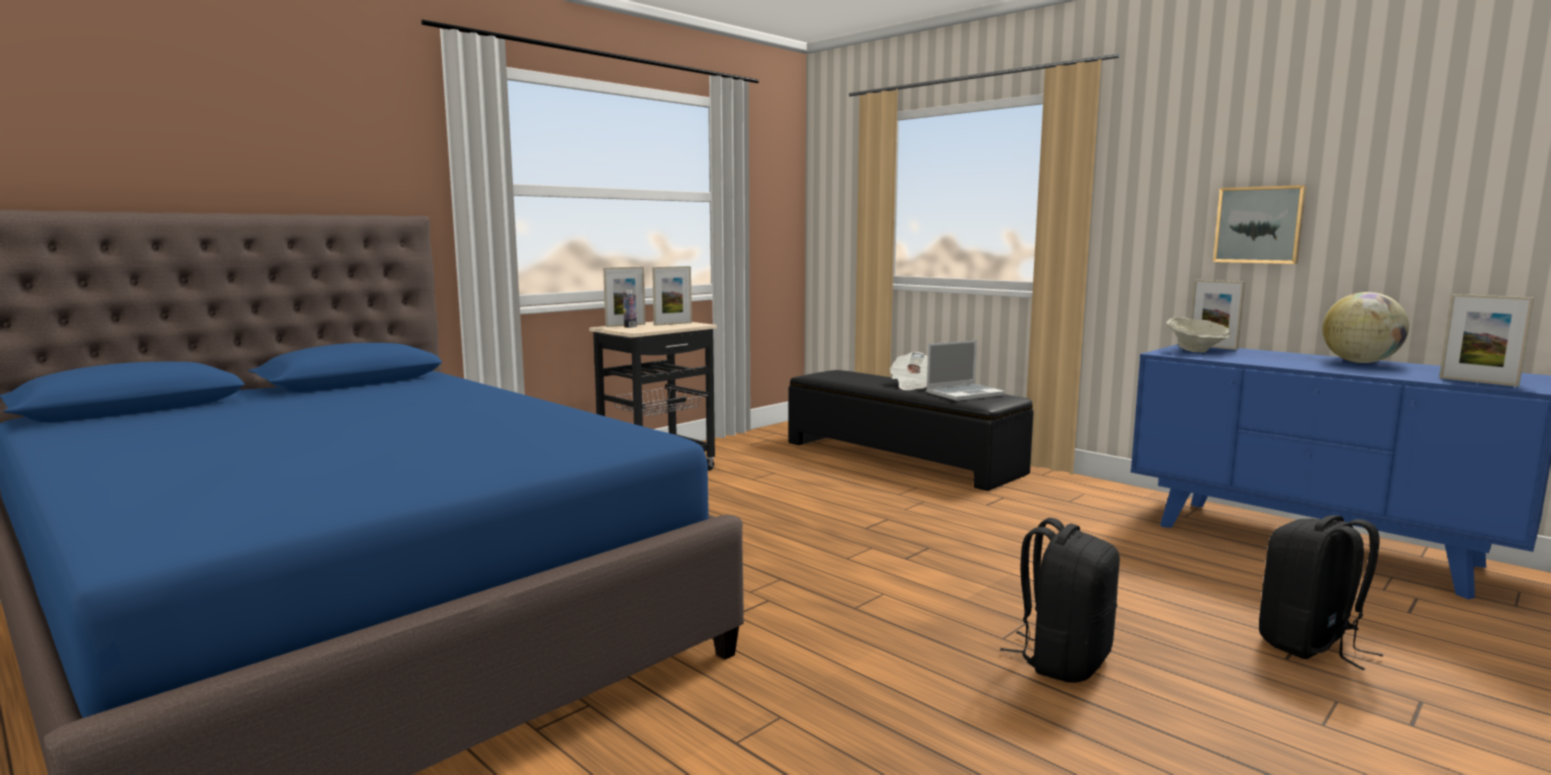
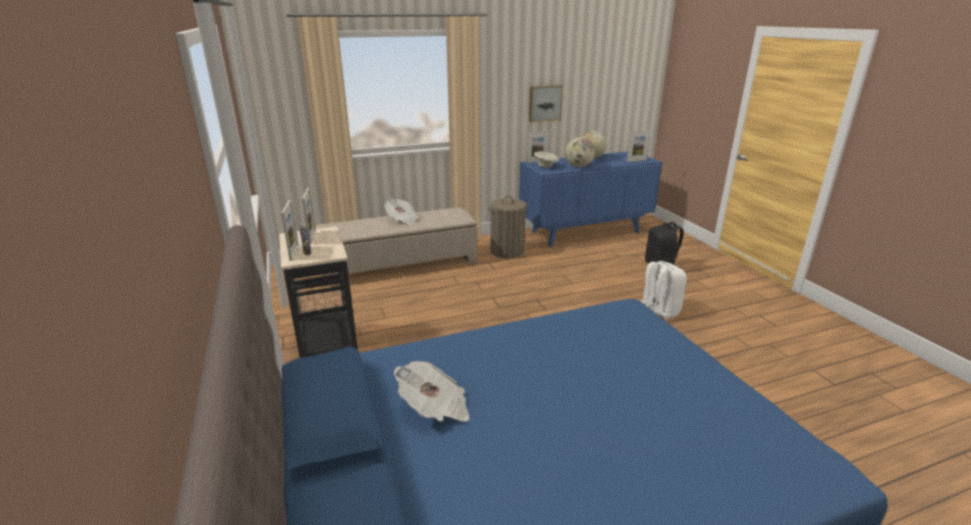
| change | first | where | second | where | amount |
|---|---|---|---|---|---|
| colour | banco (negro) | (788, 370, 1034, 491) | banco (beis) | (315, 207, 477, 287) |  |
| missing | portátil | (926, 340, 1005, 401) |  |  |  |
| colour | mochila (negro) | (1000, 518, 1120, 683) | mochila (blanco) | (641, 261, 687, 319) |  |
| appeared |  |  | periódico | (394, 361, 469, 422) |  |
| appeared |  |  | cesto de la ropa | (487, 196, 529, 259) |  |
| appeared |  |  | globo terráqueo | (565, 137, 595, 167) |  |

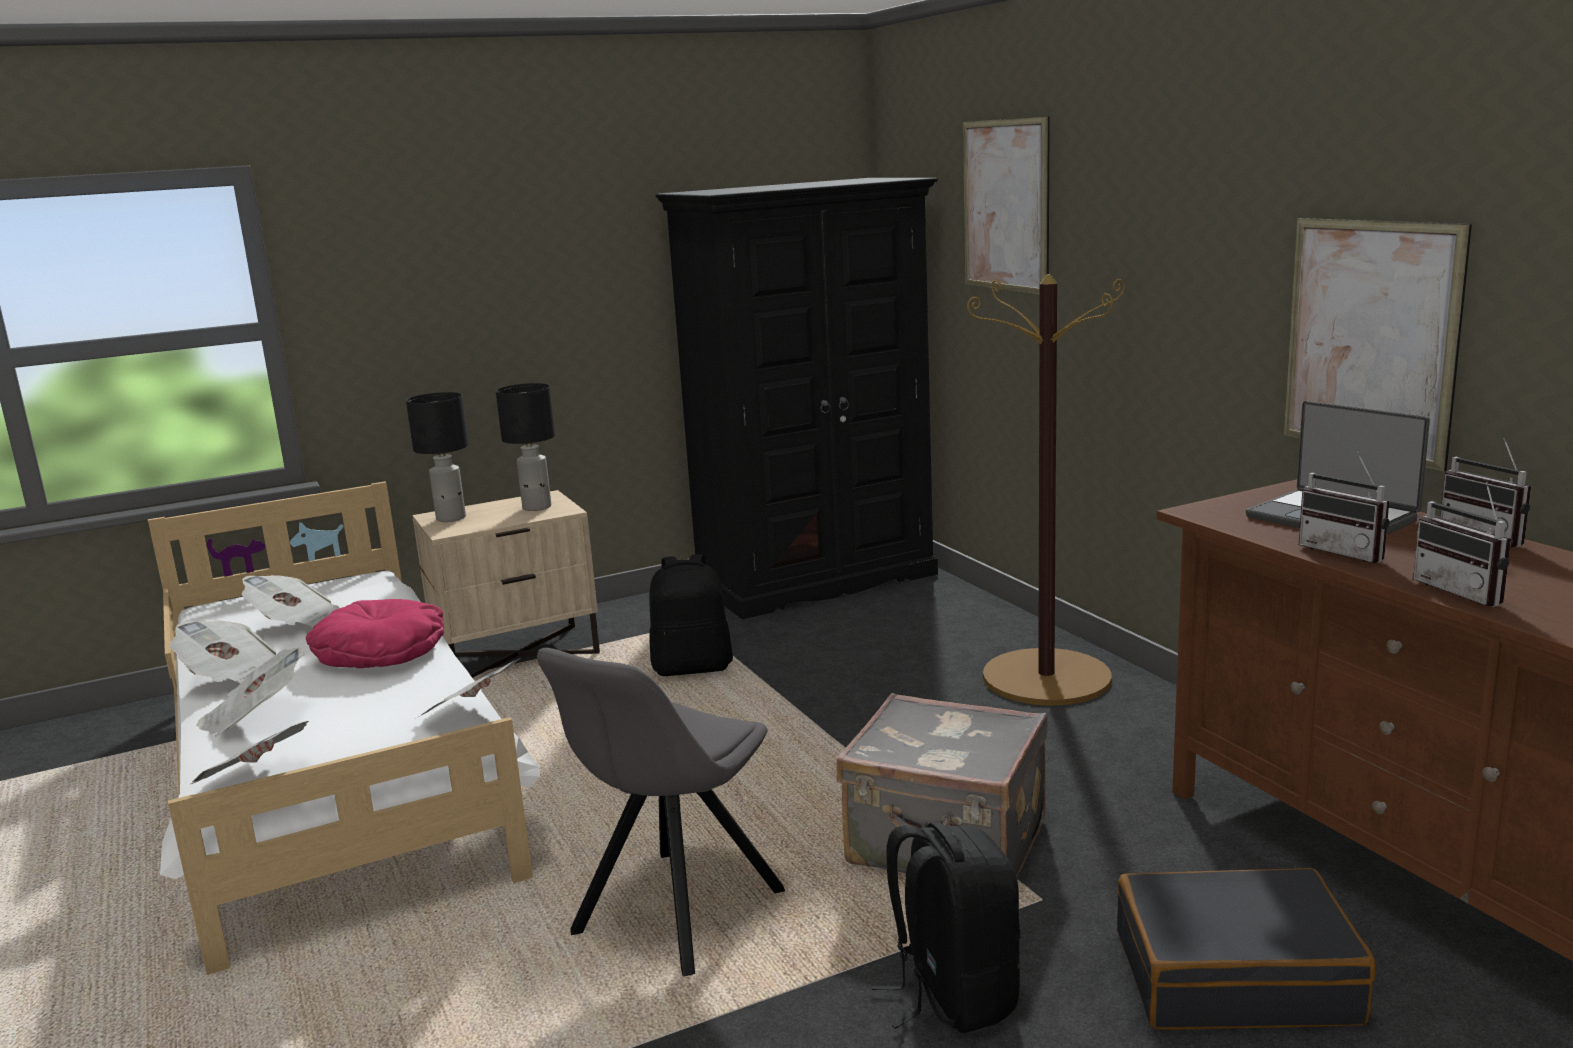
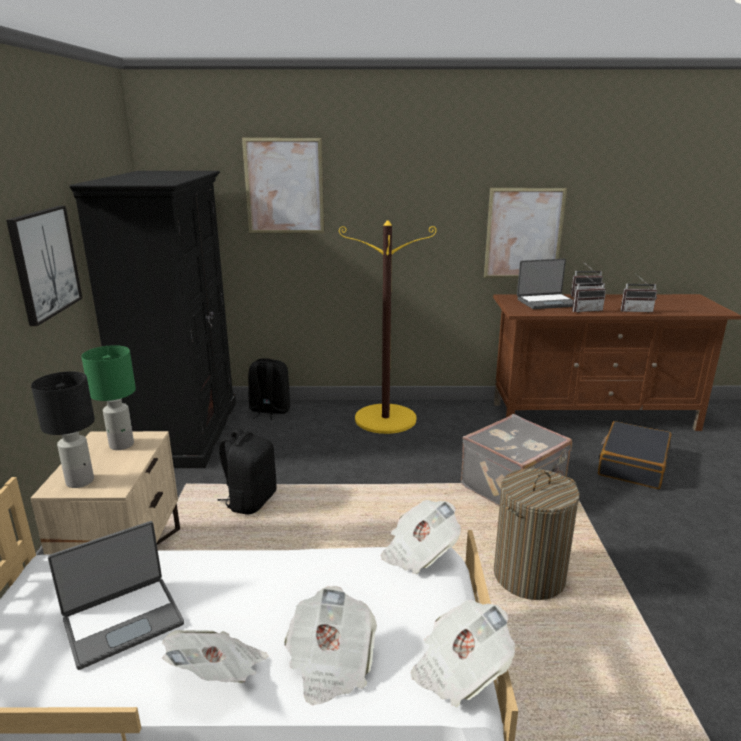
| change | first | where | second | where | amount |
|---|---|---|---|---|---|
| exchanged | periódico | (242, 575, 339, 627) | portátil | (48, 521, 184, 670) |  |
| missing | cojín (rosa) | (306, 599, 444, 668) |  |  |  |
| colour | lámpara de mesa (negro) | (496, 383, 555, 511) | lámpara de mesa (verde) | (81, 345, 136, 450) |  |
| exchanged | silla (gris) | (537, 648, 785, 976) | cesto de la ropa | (494, 468, 580, 600) |  |
| relocated | mochila (negro) | (872, 822, 1020, 1033) |  | (248, 358, 290, 420) |  |
| colour | perchero (marrón) | (967, 274, 1125, 706) | perchero (amarillo) | (339, 220, 437, 434) |  |
| appeared |  |  | cuadro | (6, 206, 83, 326) |  |

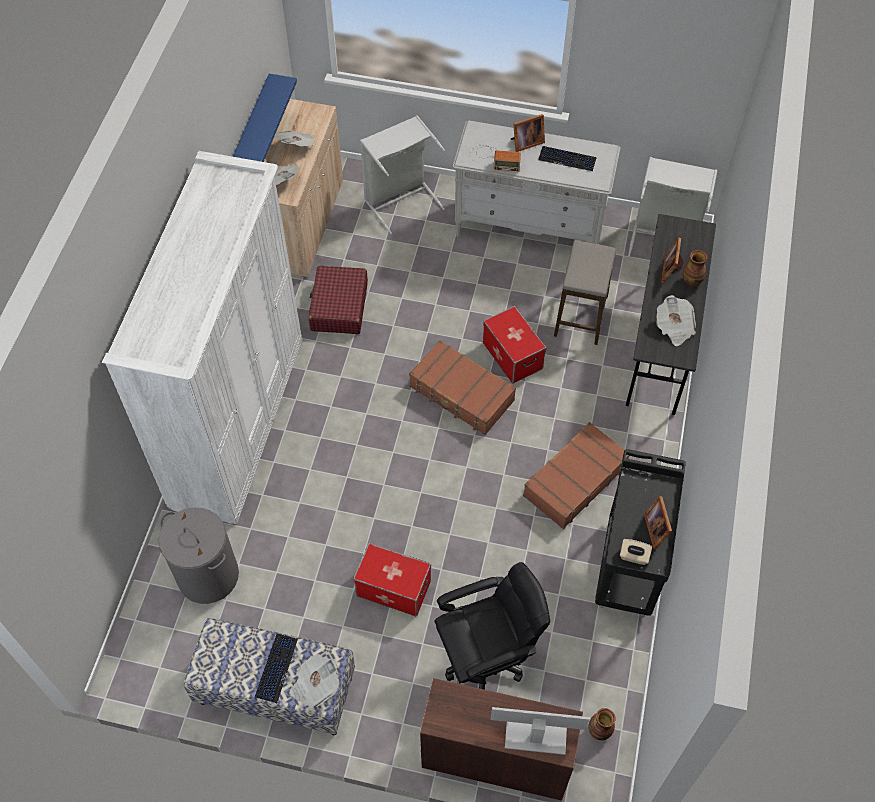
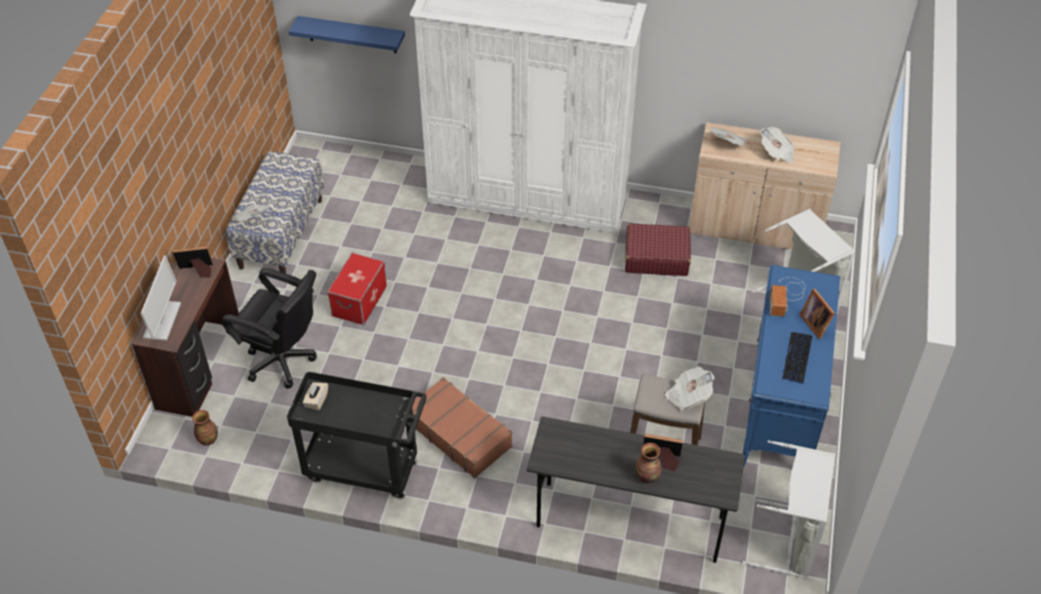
| change | first | where | second | where | amount |
|---|---|---|---|---|---|
| missing | cesto de la ropa (gris) | (159, 507, 239, 604) |  |  |  |
| relocated | estante (azul) | (233, 74, 297, 162) |  | (288, 16, 405, 53) |  |
| missing | teclado | (255, 634, 298, 703) |  |  |  |
| missing | maleta (marrón) | (409, 340, 516, 435) |  |  |  |
| spun | silla de oficina (negro) | (435, 562, 550, 690) |  | (222, 268, 317, 389) | 45 degrees counterclockwise |
| colour | cómoda (blanco) | (453, 120, 621, 244) | cómoda (azul) | (743, 265, 840, 466) |  |
| missing | caja de almacenaje | (483, 306, 547, 384) |  |  |  |
| relocated | portarretratos | (644, 496, 672, 549) |  | (172, 246, 213, 278) |  |
| relocated | periódico | (656, 295, 696, 346) |  | (665, 367, 715, 411) |  |

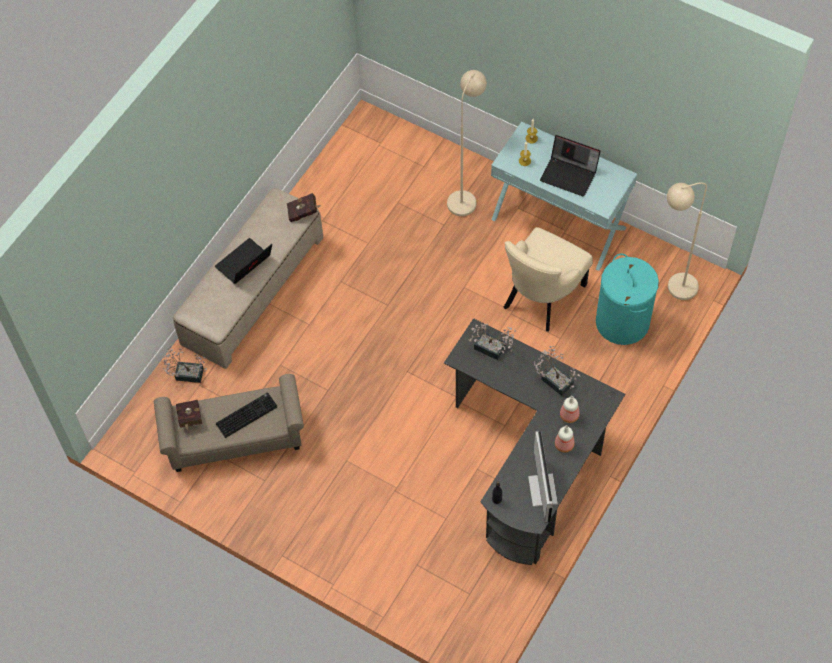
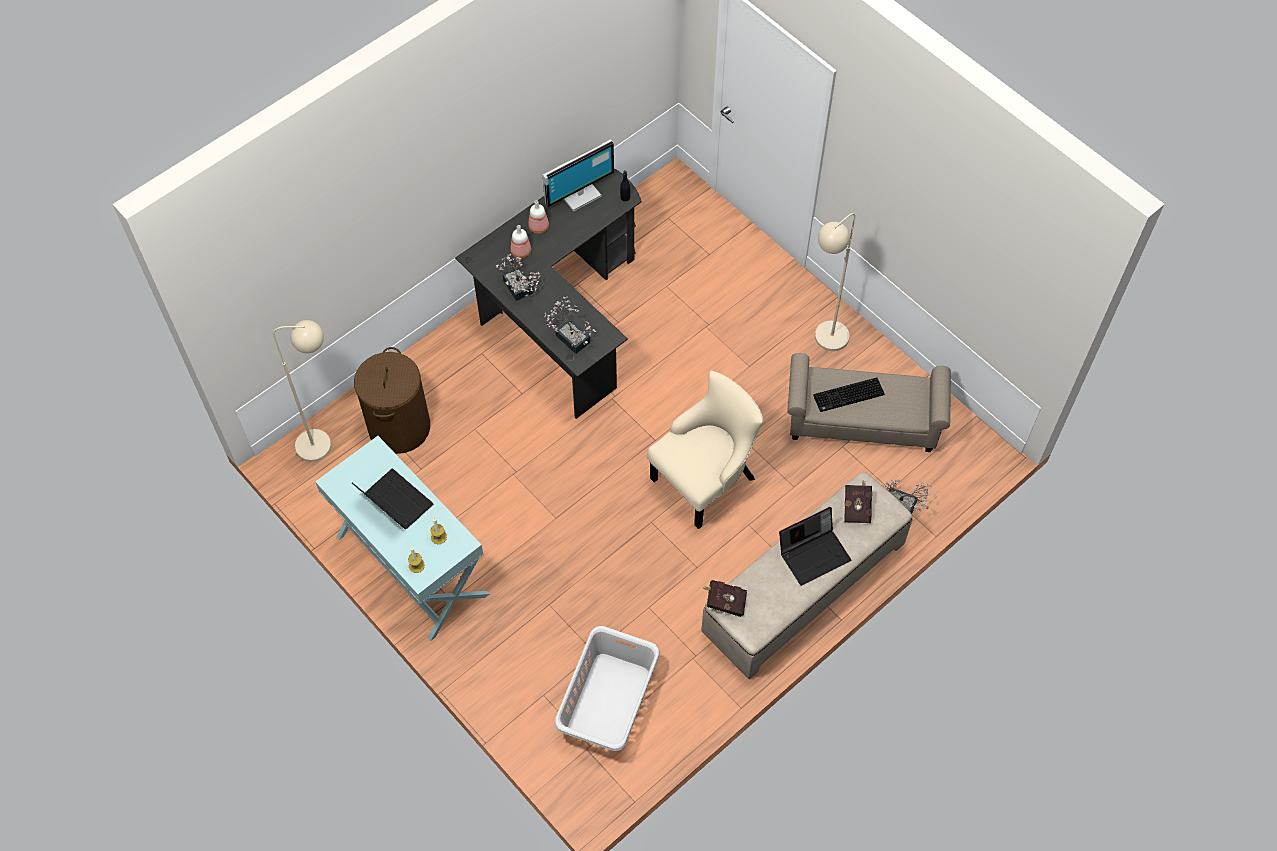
| change | first | where | second | where | amount |
|---|---|---|---|---|---|
| relocated | libro (rojo) | (176, 400, 202, 430) |  | (844, 479, 872, 523) |  |
| relocated | lámpara de pie (beis) | (447, 70, 487, 216) |  | (815, 213, 855, 351) |  |
| relocated | silla (beis) | (504, 227, 593, 331) |  | (646, 371, 763, 529) |  |
| spun | monitor | (528, 431, 558, 522) |  | (543, 139, 614, 212) | 135 degrees counterclockwise |
| colour | cesto de la ropa (turquesa) | (596, 253, 659, 345) | cesto de la ropa (marrón) | (354, 347, 430, 454) |  |
| appeared |  |  | cesto de la ropa (gris) | (554, 626, 660, 751) |  |

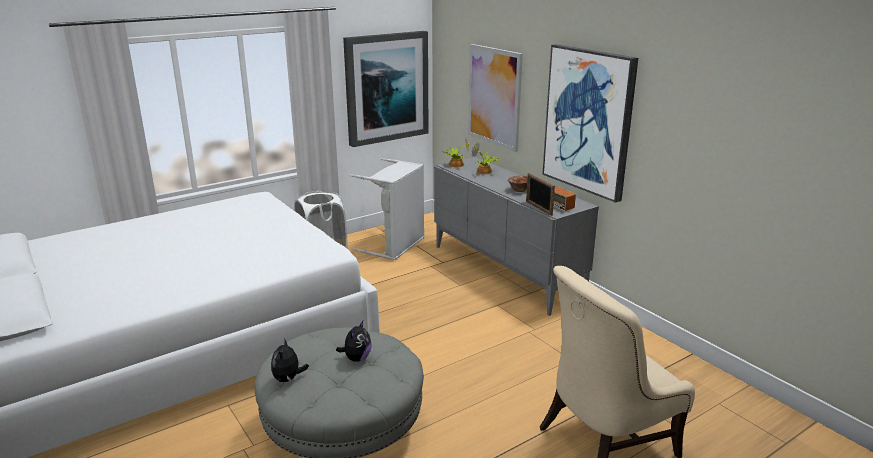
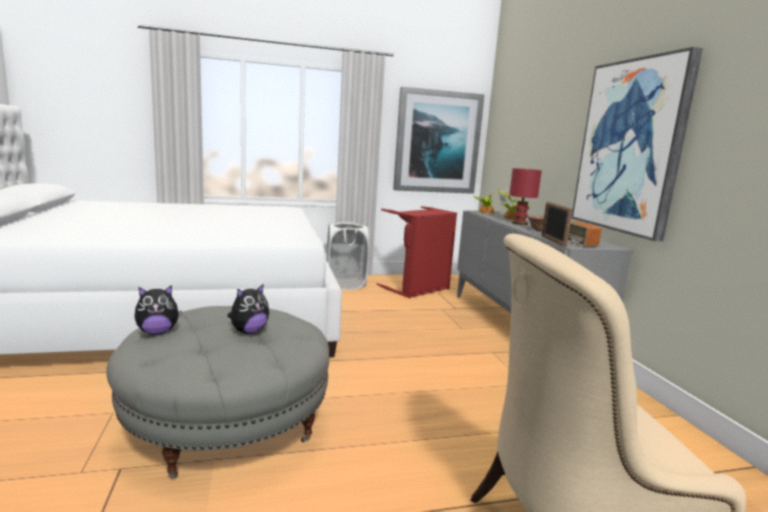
| change | first | where | second | where | amount |
|---|---|---|---|---|---|
| spun | peluche | (271, 338, 309, 382) |  | (134, 285, 182, 335) | 135 degrees counterclockwise |
| colour | cesto de la ropa (gris) | (349, 158, 424, 260) | cesto de la ropa (rojo) | (377, 206, 457, 298) |  |
| missing | cuadro | (468, 44, 523, 152) |  |  |  |
| appeared |  |  | lámpara de mesa (rojo) | (509, 168, 542, 225) |  |

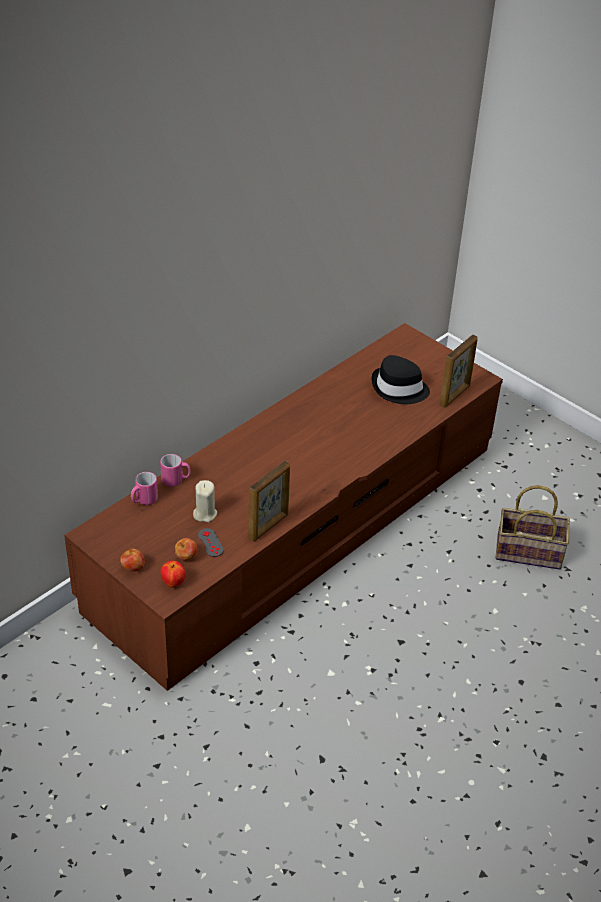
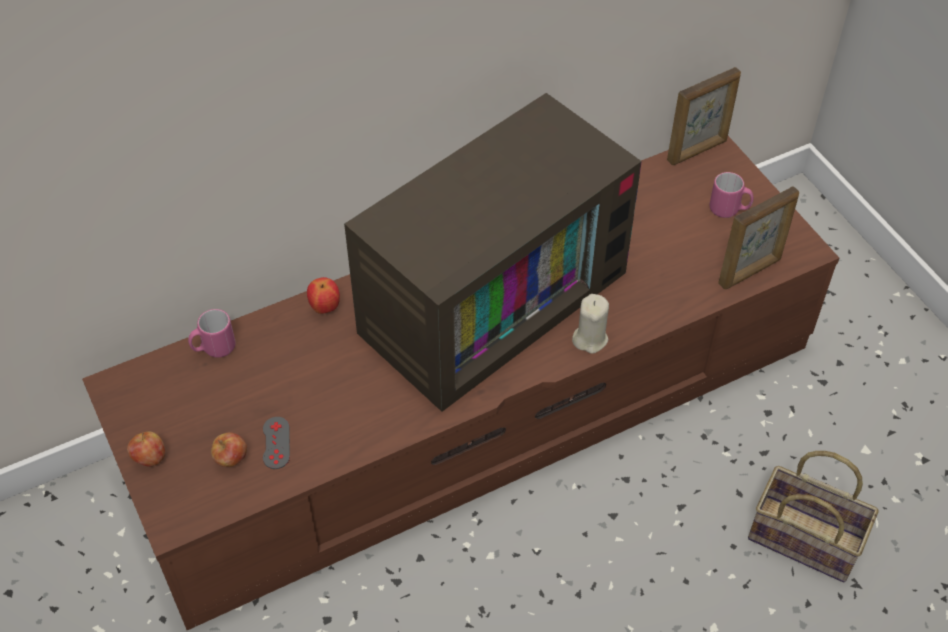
| change | first | where | second | where | amount |
|---|---|---|---|---|---|
| relocated | taza grande (rosa) | (160, 454, 191, 487) |  | (709, 172, 754, 218) |  |
| relocated | manzana | (160, 561, 185, 588) |  | (307, 277, 340, 314) |  |
| relocated | vela (beis) | (193, 480, 217, 522) |  | (572, 294, 609, 354) |  |
| relocated | portarretratos | (248, 461, 290, 541) |  | (667, 67, 741, 165) |  |
| missing | sombrero (negro) | (371, 355, 430, 404) |  |  |  |
| appeared |  |  | televisor | (344, 93, 642, 412) |  |

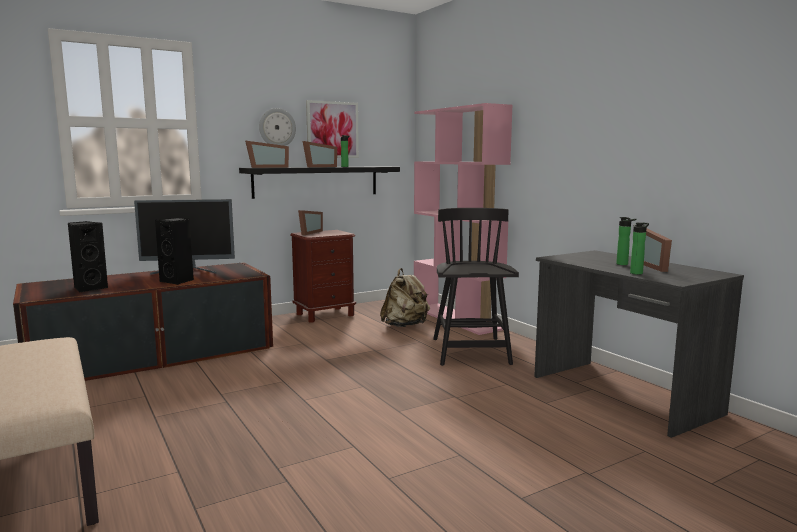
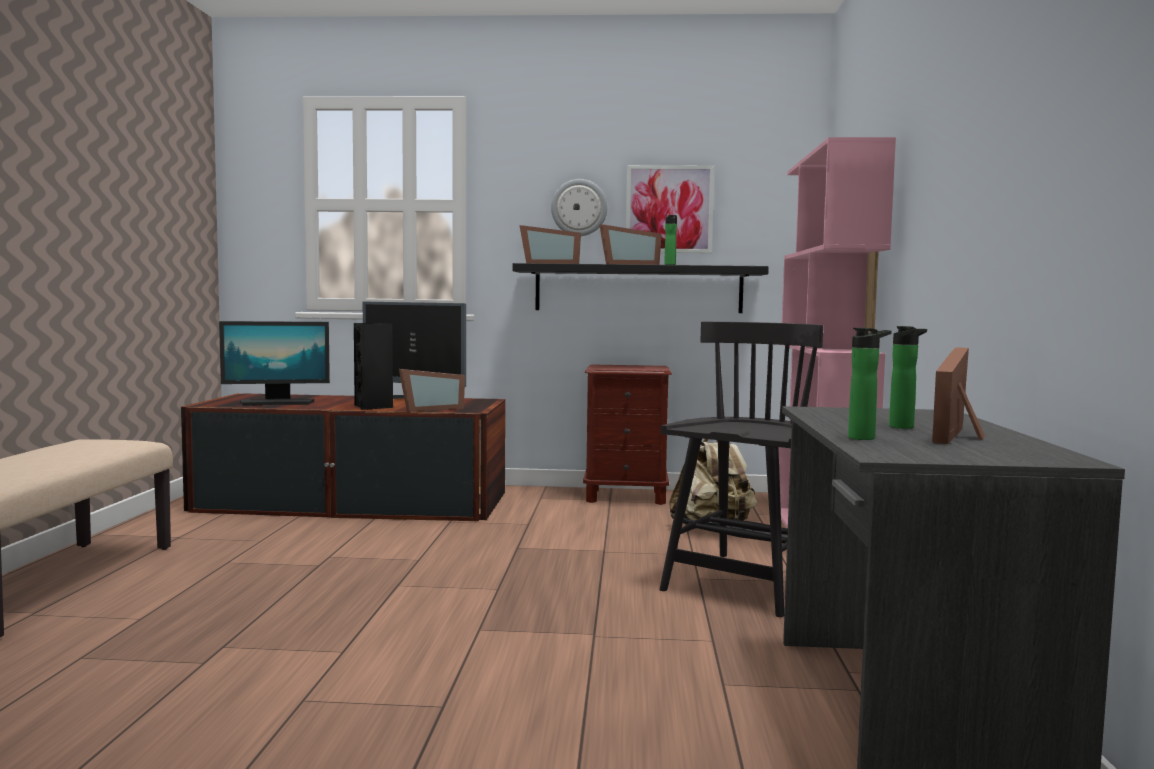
| change | first | where | second | where | amount |
|---|---|---|---|---|---|
| exchanged | altavoz (negro) | (68, 221, 108, 293) | monitor | (219, 321, 330, 406) |  |
| relocated | portarretratos | (298, 210, 323, 235) |  | (399, 369, 465, 412) |  |

